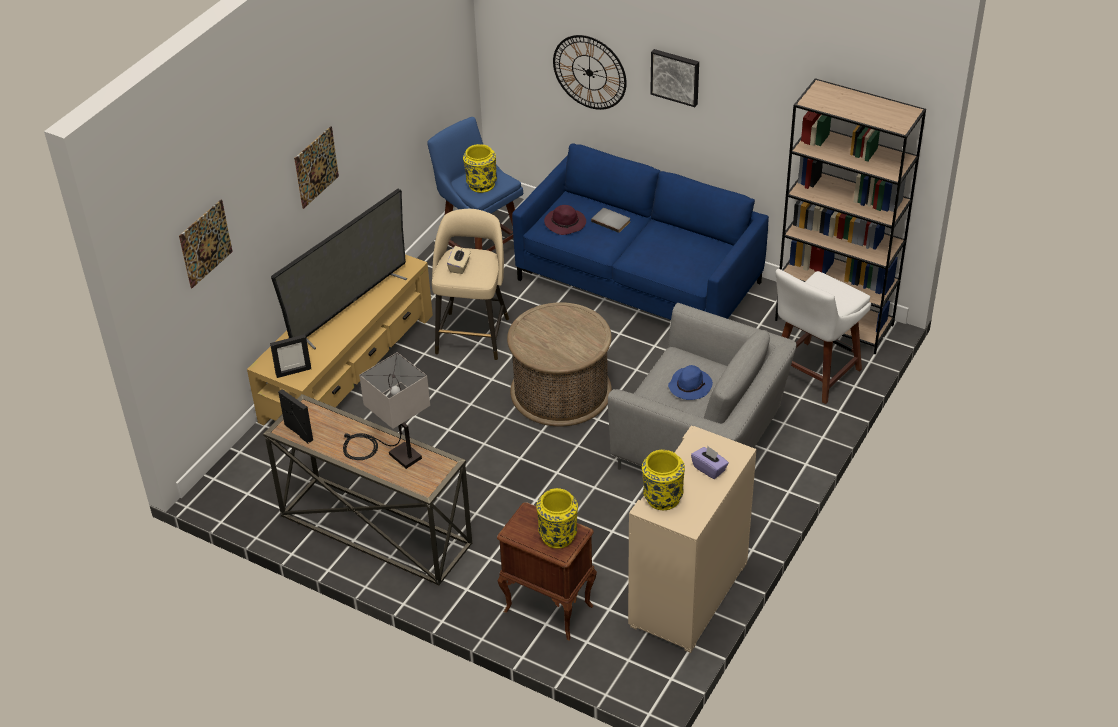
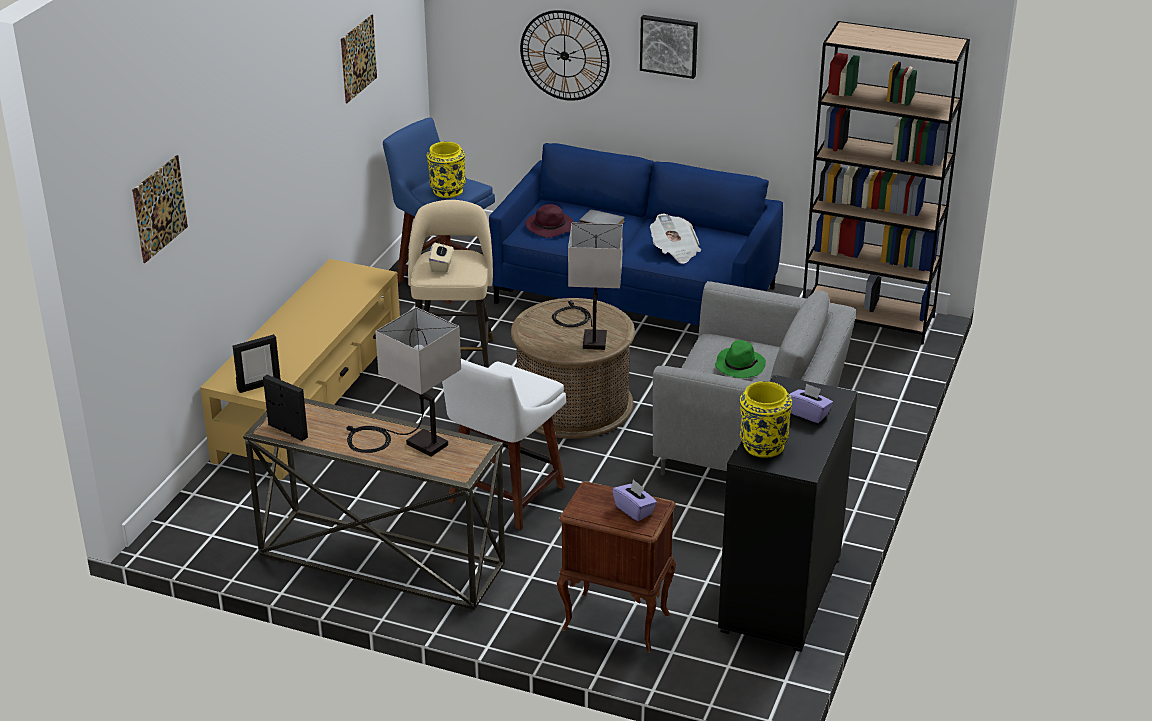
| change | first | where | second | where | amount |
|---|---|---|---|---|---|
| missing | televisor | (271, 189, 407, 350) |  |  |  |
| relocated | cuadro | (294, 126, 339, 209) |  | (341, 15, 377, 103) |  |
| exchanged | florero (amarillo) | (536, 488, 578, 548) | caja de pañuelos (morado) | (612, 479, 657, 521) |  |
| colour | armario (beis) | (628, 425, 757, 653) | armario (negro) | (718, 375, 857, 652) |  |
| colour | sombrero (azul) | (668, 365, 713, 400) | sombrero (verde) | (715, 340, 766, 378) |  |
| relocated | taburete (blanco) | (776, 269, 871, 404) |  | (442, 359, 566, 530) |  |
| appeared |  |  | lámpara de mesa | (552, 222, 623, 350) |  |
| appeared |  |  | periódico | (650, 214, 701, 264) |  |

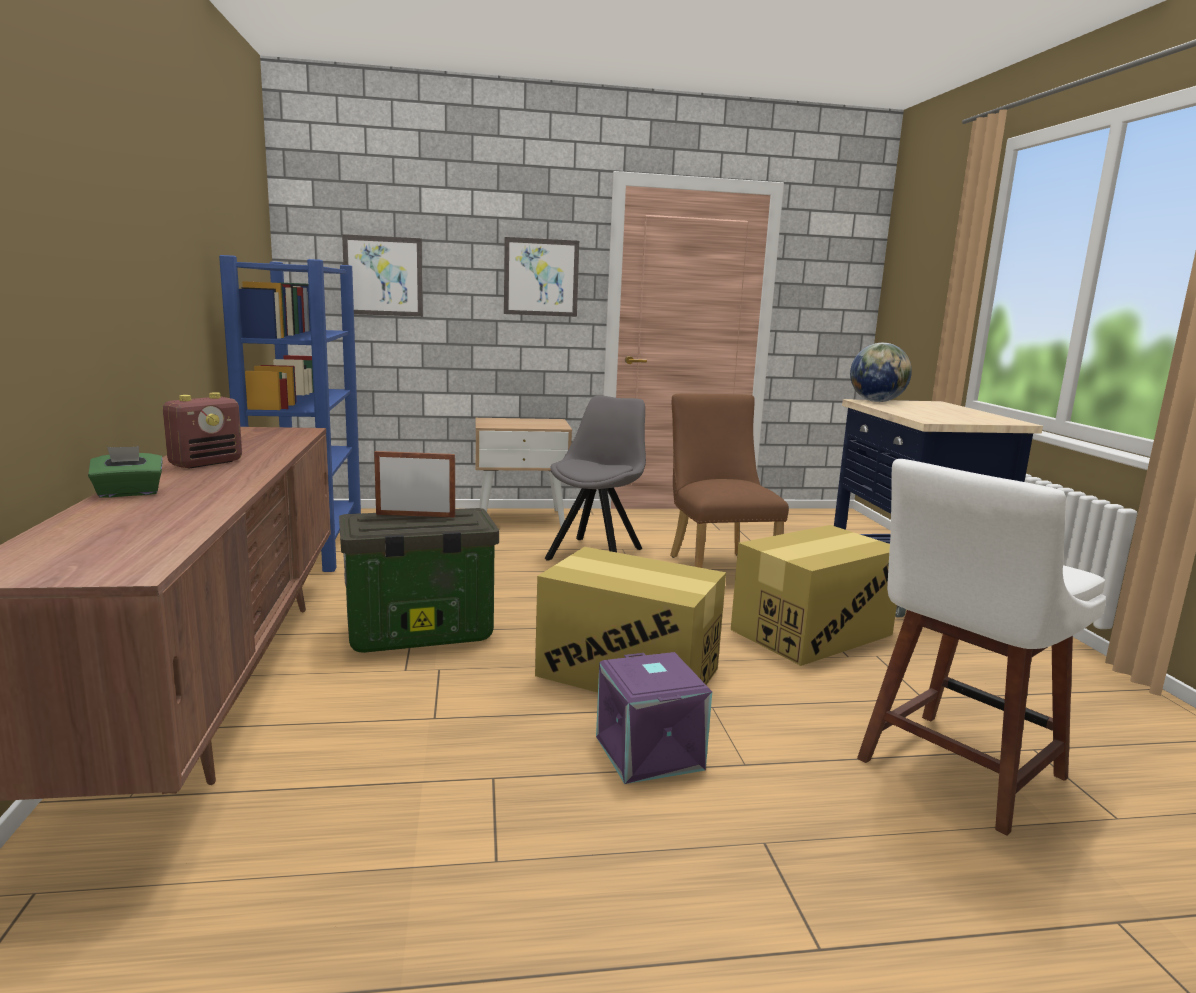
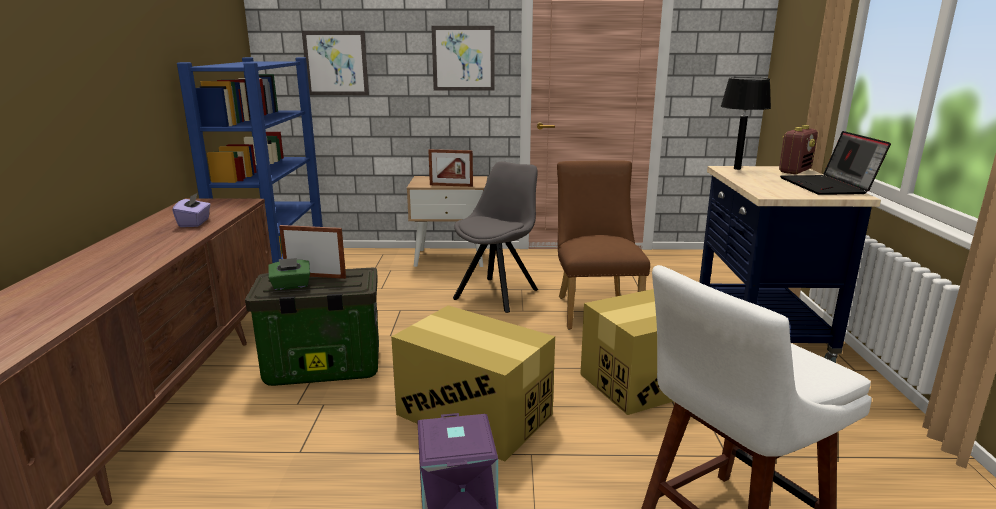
| change | first | where | second | where | amount |
|---|---|---|---|---|---|
| relocated | caja de pañuelos (verde) | (88, 446, 163, 498) |  | (268, 258, 310, 290) |  |
| relocated | radio | (163, 392, 242, 469) |  | (779, 125, 818, 175) |  |
| exchanged | globo terráqueo | (850, 343, 912, 402) | lámpara de mesa (negro) | (720, 77, 771, 170) |  |
| appeared |  |  | caja de pañuelos (morado) | (172, 192, 211, 227) |  |
| appeared |  |  | portarretratos | (428, 149, 473, 187) |  |
| appeared |  |  | portátil | (780, 131, 891, 195) |  |

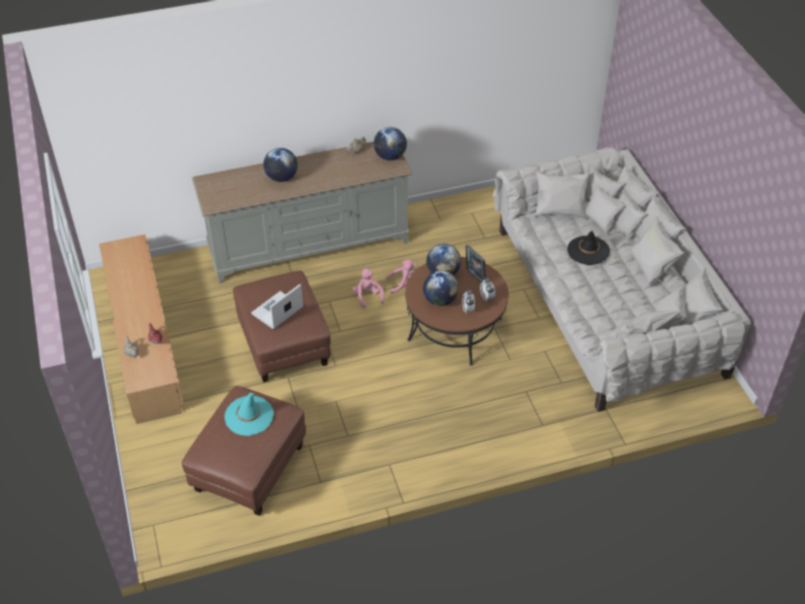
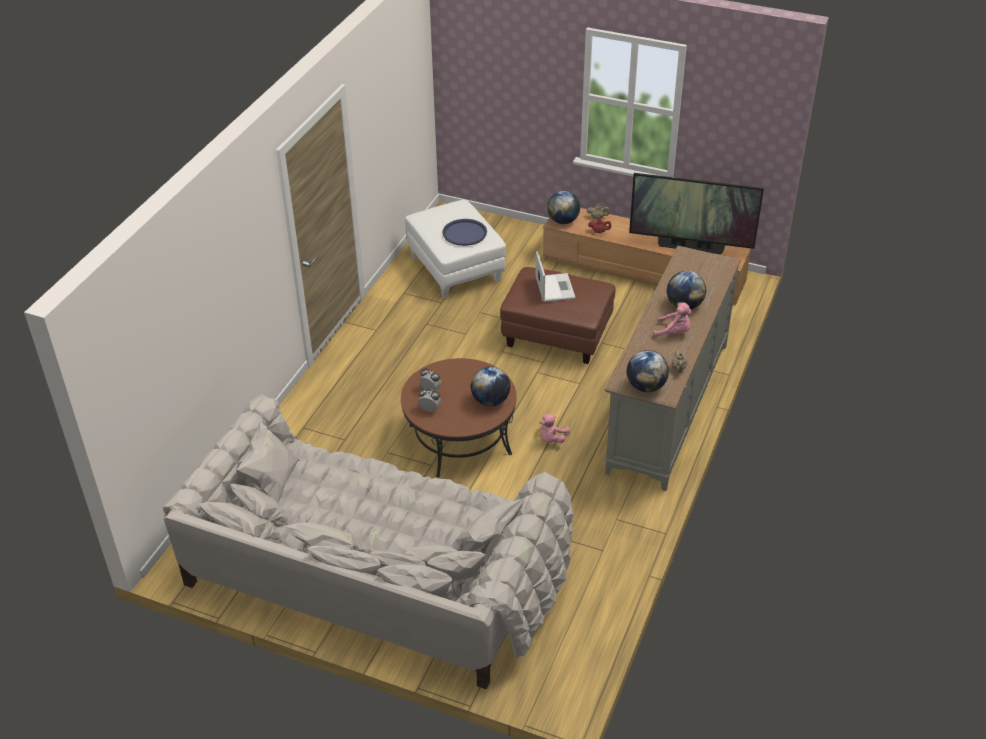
| change | first | where | second | where | amount |
|---|---|---|---|---|---|
| colour | puf (marrón) | (182, 386, 306, 516) | puf (blanco) | (405, 200, 506, 298) |  |
| exchanged | sombrero (turquesa) | (224, 393, 274, 436) | bandeja (azul) | (442, 219, 487, 246) |  |
| relocated | peluche (rosa) | (352, 268, 384, 308) |  | (653, 302, 692, 337) |  |
| relocated | globo terráqueo | (423, 270, 459, 306) |  | (547, 191, 580, 224) |  |
| missing | portarretratos | (465, 244, 486, 283) |  |  |  |
| missing | sombrero (negro) | (567, 231, 610, 265) |  |  |  |
| appeared |  |  | televisor | (629, 173, 764, 254) |  |

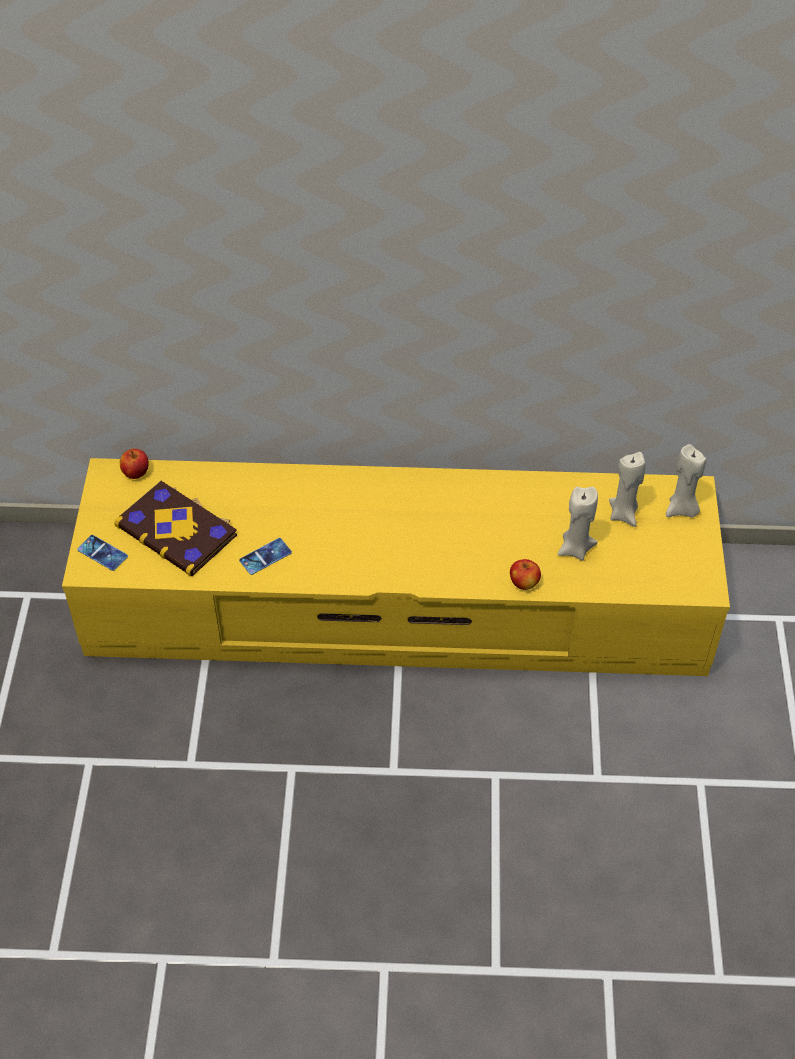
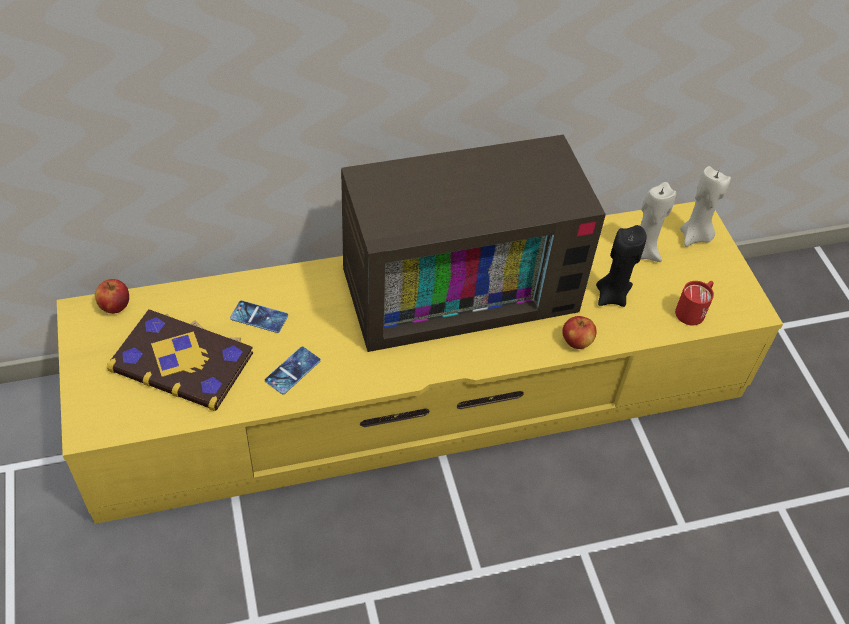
| change | first | where | second | where | amount |
|---|---|---|---|---|---|
| relocated | móvil | (77, 535, 128, 571) |  | (230, 300, 288, 333) |  |
| colour | vela (beis) | (557, 487, 598, 561) | vela (negro) | (596, 225, 647, 307) |  |
| appeared |  |  | televisor | (341, 135, 606, 352) |  |
| appeared |  |  | taza grande (rojo) | (675, 281, 714, 326) |  |

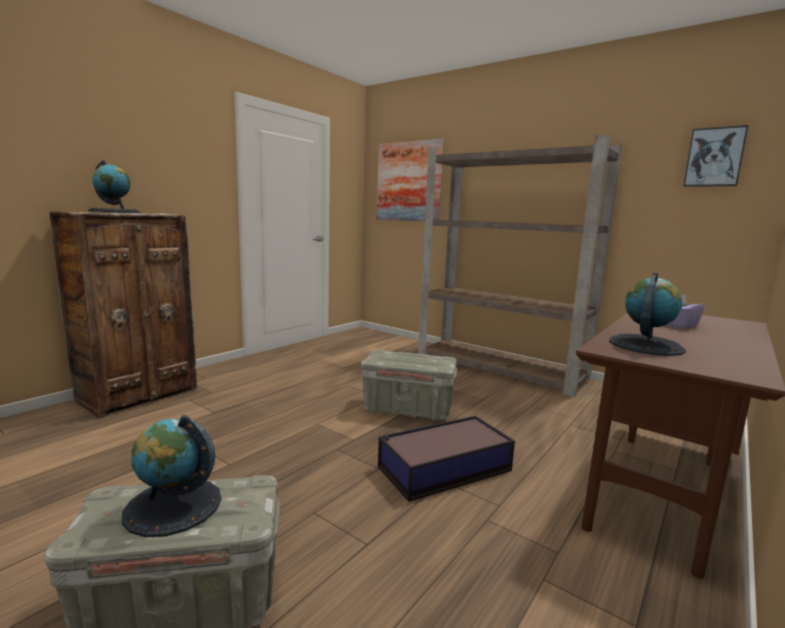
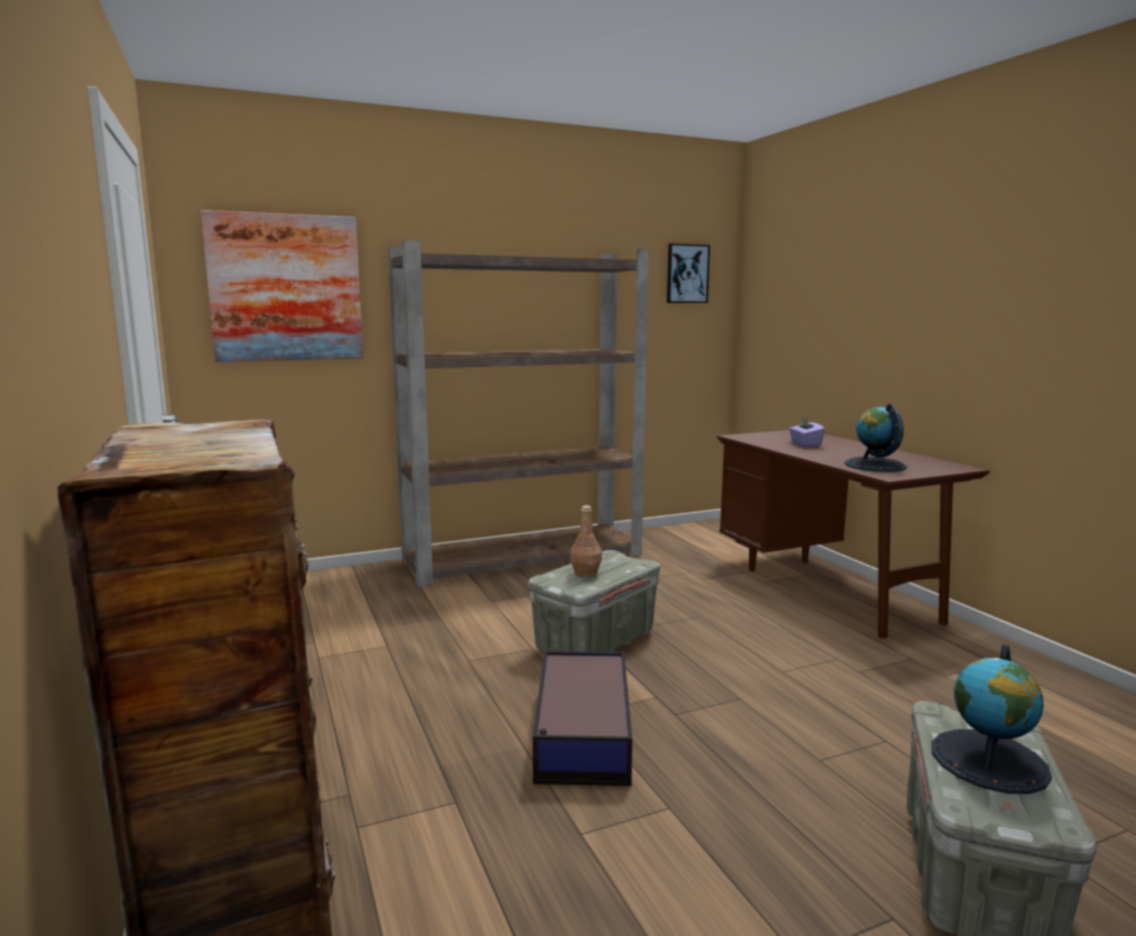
| change | first | where | second | where | amount |
|---|---|---|---|---|---|
| missing | globo terráqueo | (88, 160, 140, 213) |  |  |  |
| relocated | caja de almacenaje | (378, 416, 515, 502) |  | (533, 651, 632, 786) |  |
| appeared |  |  | botella (marrón) | (570, 505, 602, 577) |  |

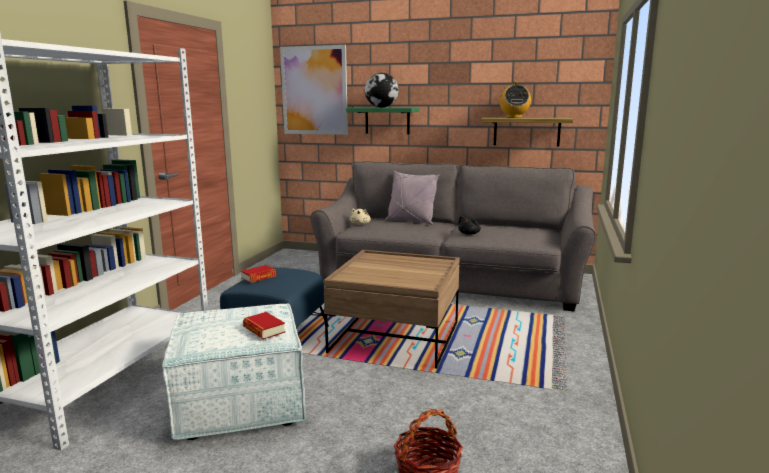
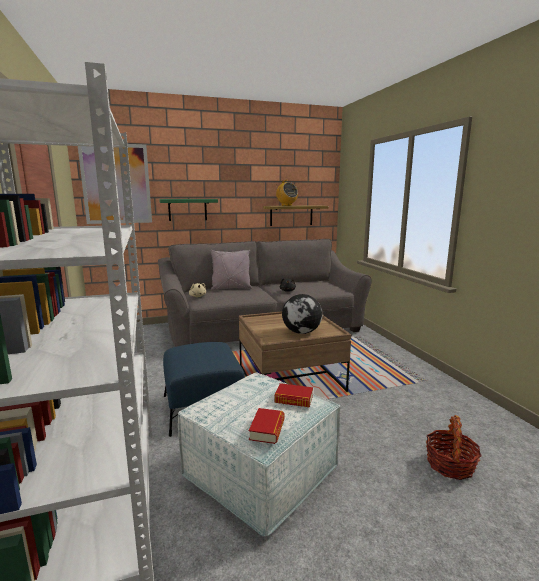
| change | first | where | second | where | amount |
|---|---|---|---|---|---|
| relocated | libro | (240, 265, 276, 283) |  | (249, 408, 285, 444) |  |
| relocated | globo terráqueo | (365, 73, 399, 108) |  | (282, 294, 322, 334) |  |

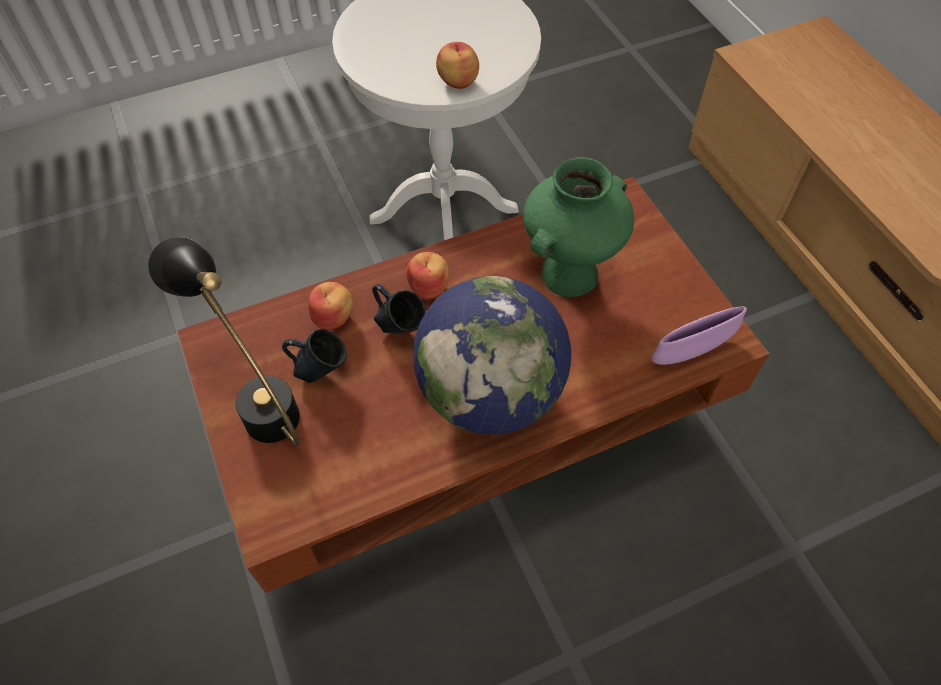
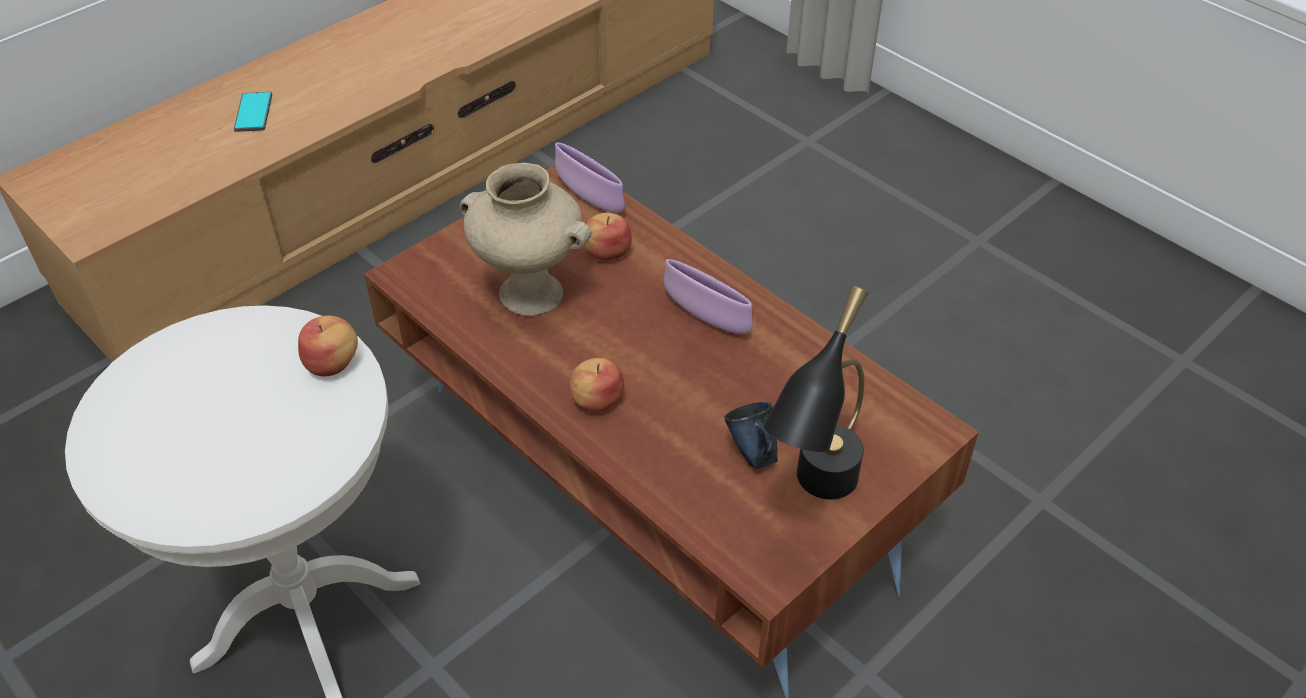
| change | first | where | second | where | amount |
|---|---|---|---|---|---|
| relocated | manzana | (308, 282, 353, 330) |  | (584, 213, 632, 261) |  |
| missing | taza grande (azul) | (372, 284, 426, 333) |  |  |  |
| exchanged | globo terráqueo | (413, 276, 571, 435) | cuenco (morado) | (664, 259, 753, 334) |  |
| colour | florero (verde) | (523, 157, 634, 297) | florero (beis) | (460, 163, 592, 316) |  |
| appeared |  |  | móvil | (234, 92, 272, 132) |  |

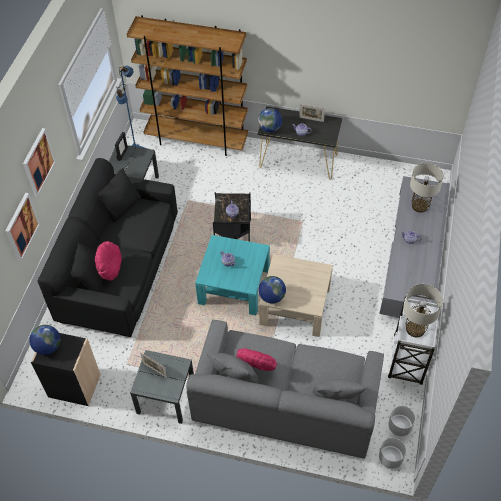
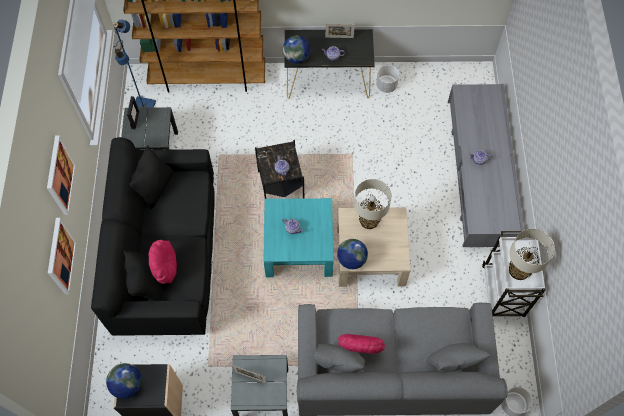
| change | first | where | second | where | amount |
|---|---|---|---|---|---|
| relocated | maceta (blanco) | (388, 406, 415, 436) |  | (376, 65, 399, 93) |  |
| relocated | lámpara de mesa | (410, 163, 444, 213) |  | (354, 179, 392, 229) |  |

